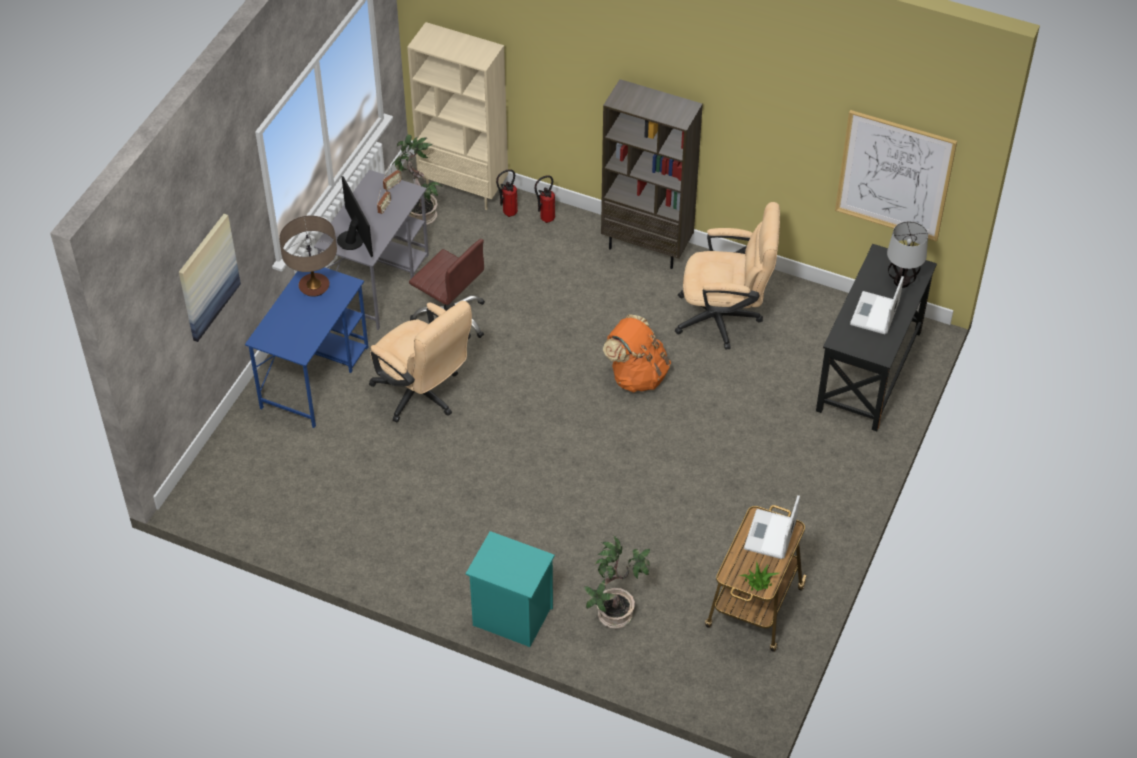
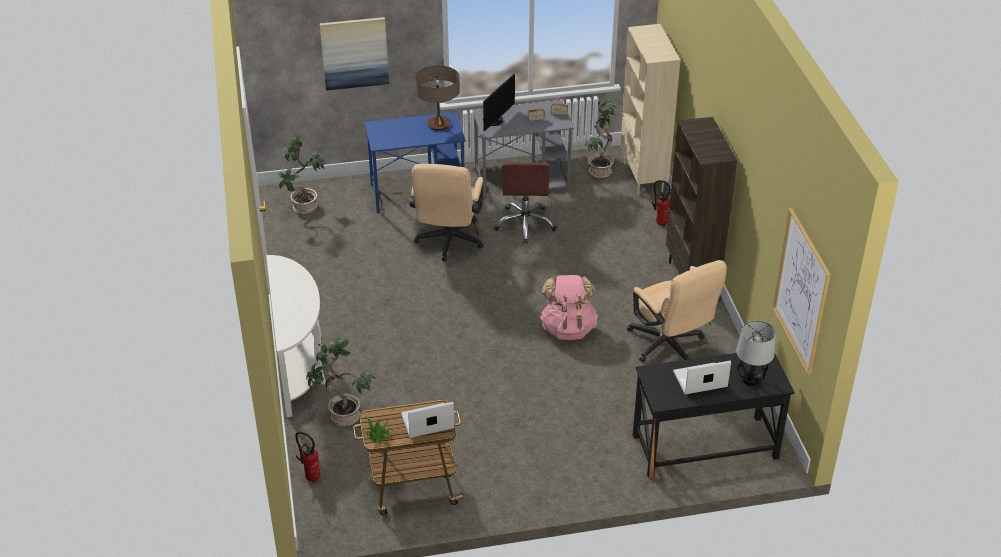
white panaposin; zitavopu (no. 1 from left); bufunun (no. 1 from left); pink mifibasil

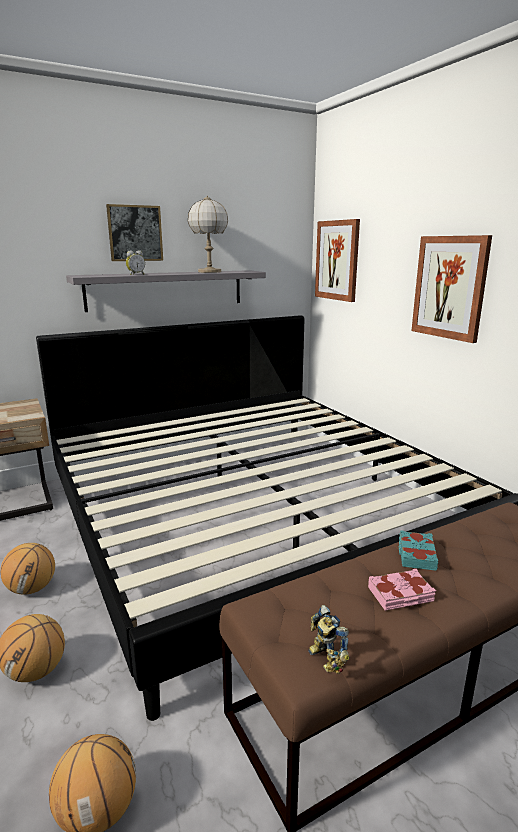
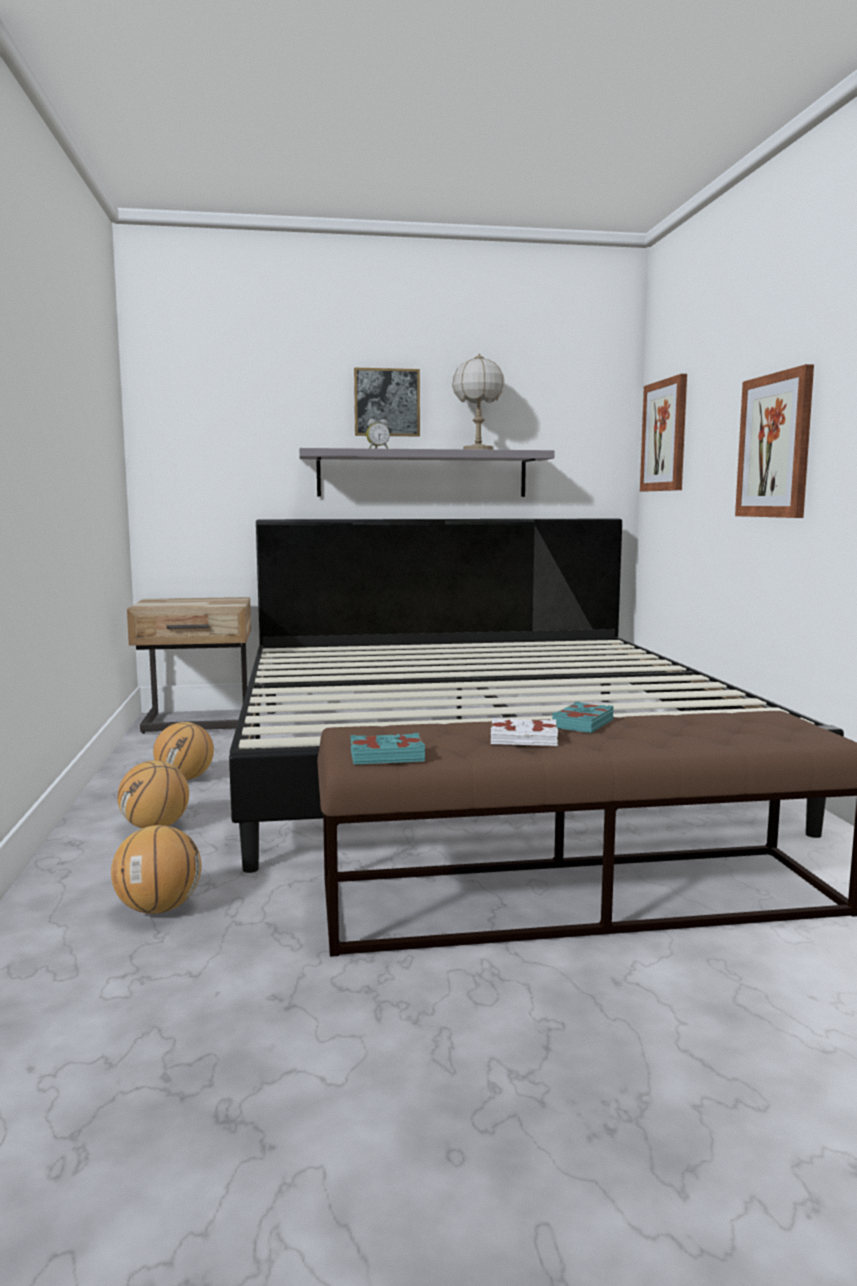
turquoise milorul (no. 1 from left); white milorul

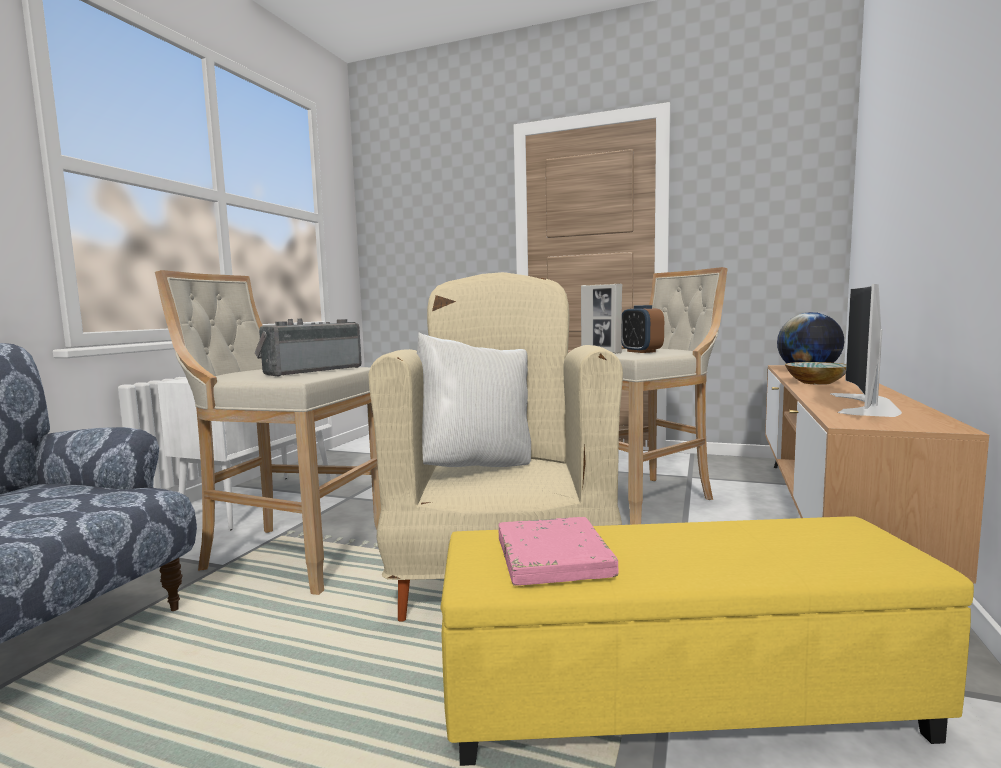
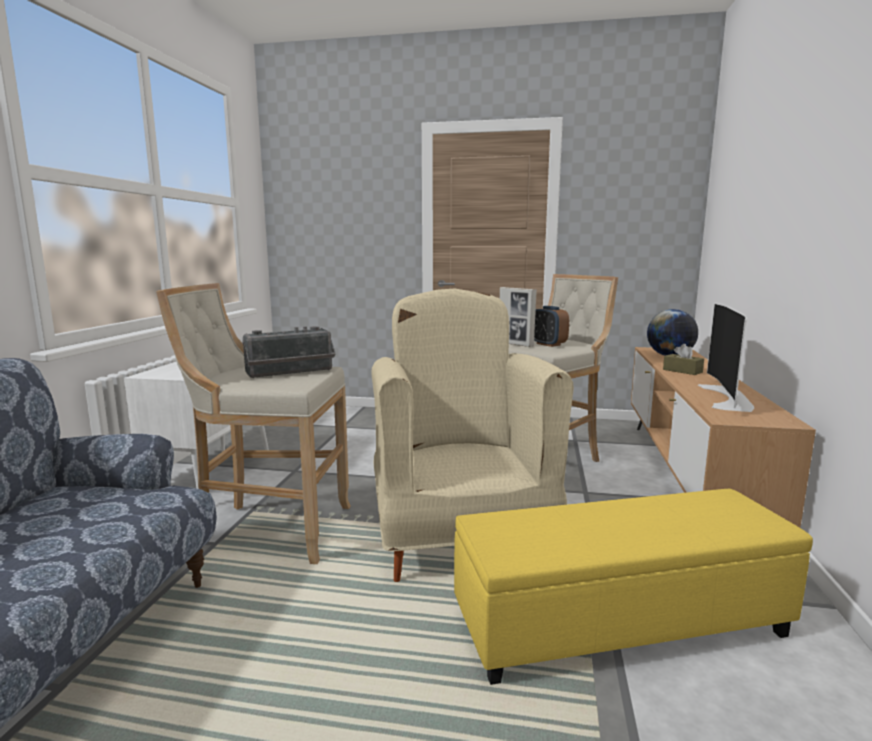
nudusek; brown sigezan; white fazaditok; pink milorul

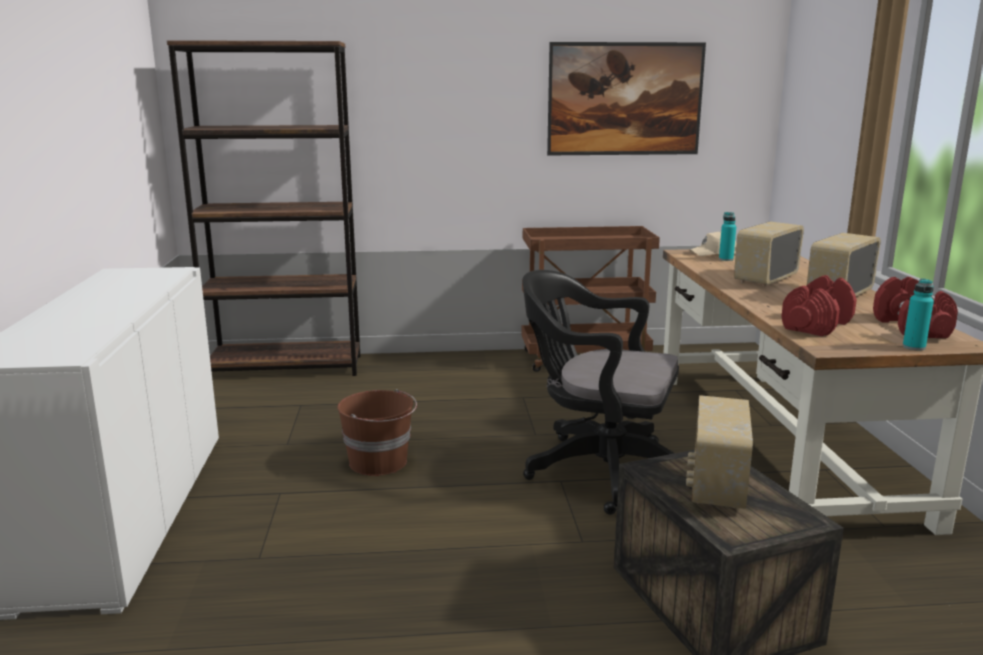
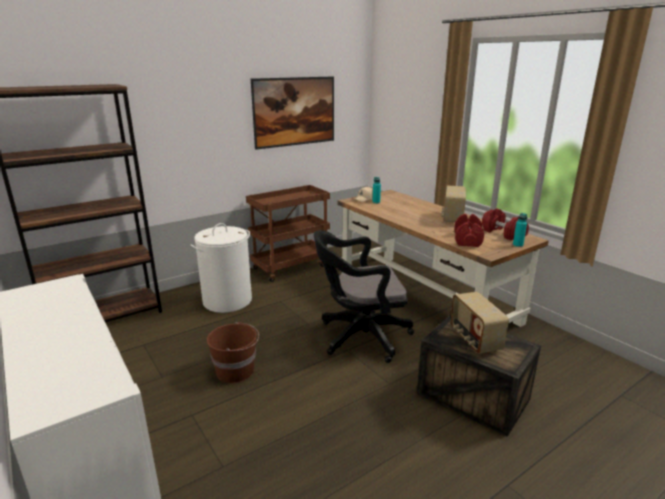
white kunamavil; nudusek (no. 2 from left in the first image)

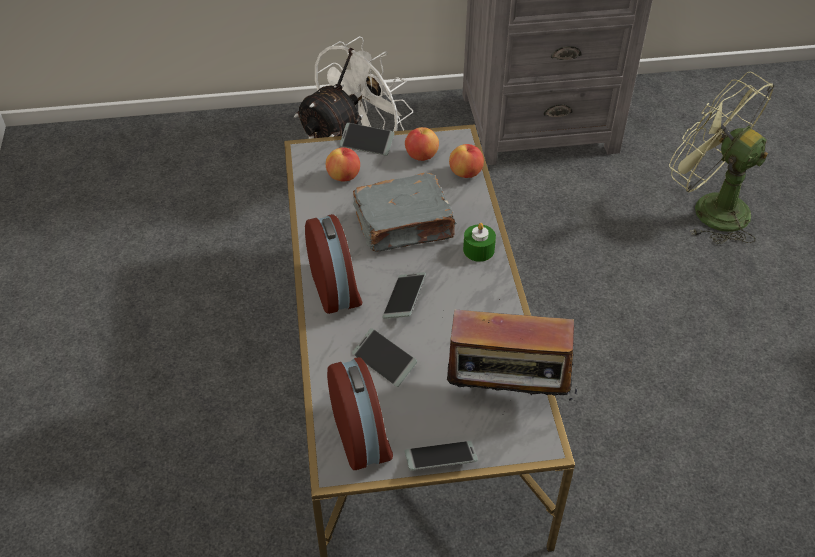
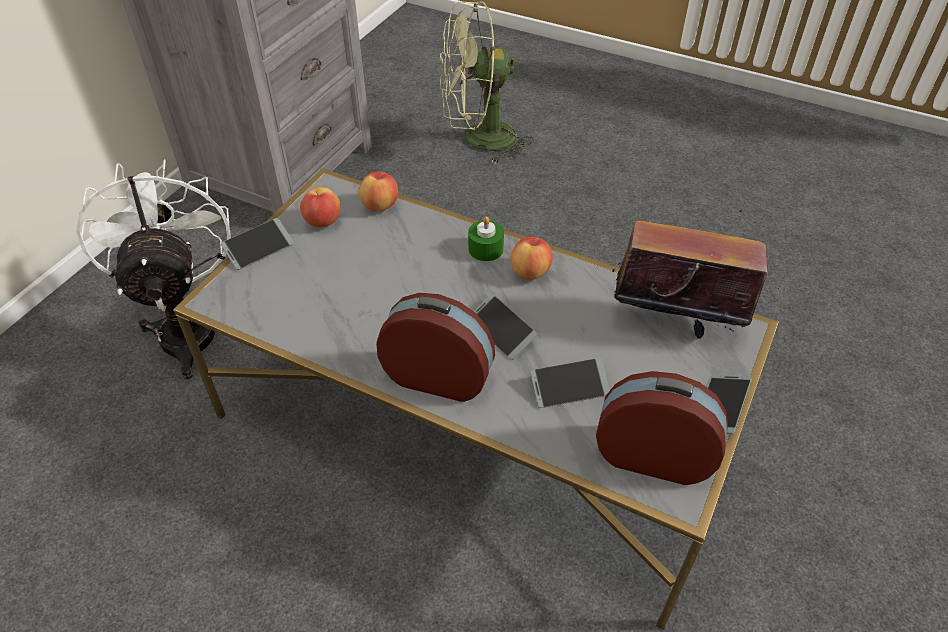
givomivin (no. 3 from left); nudusek; grey milorul

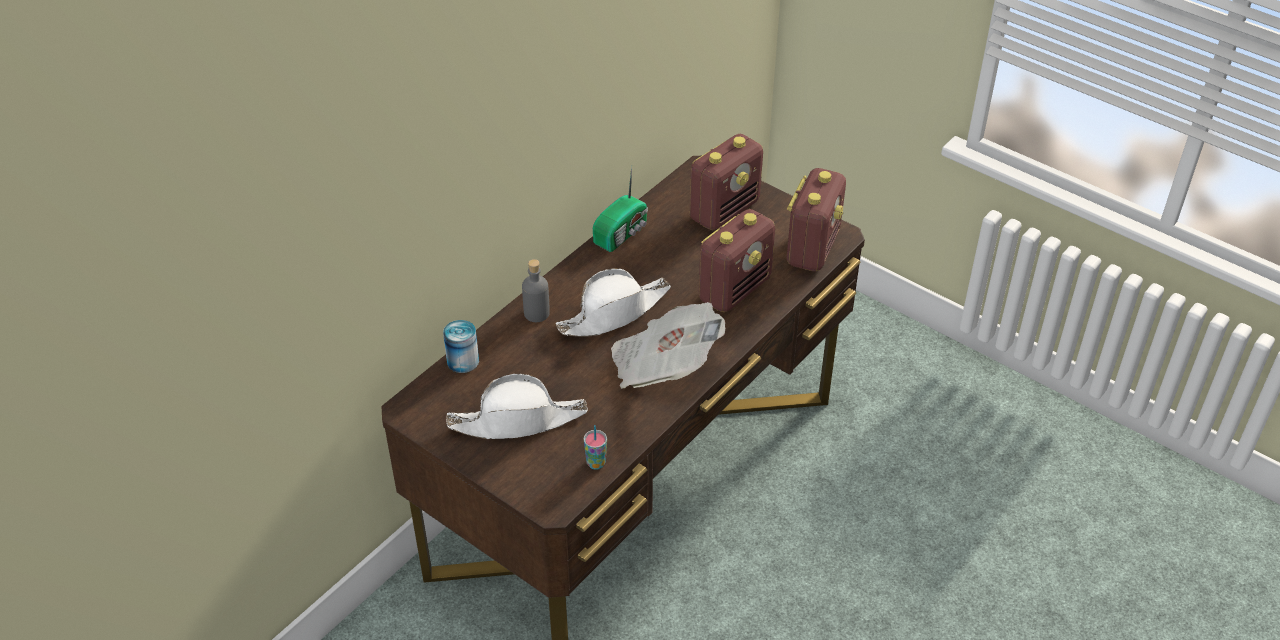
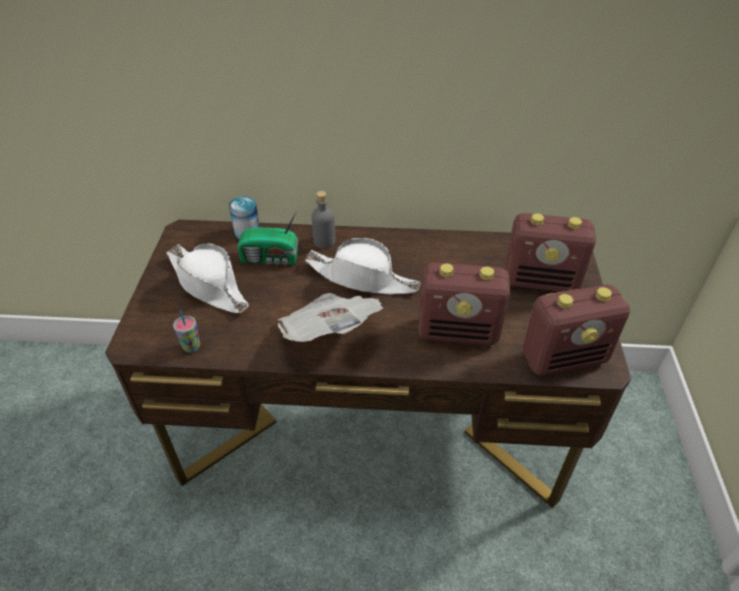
nudusek (no. 1 from left)

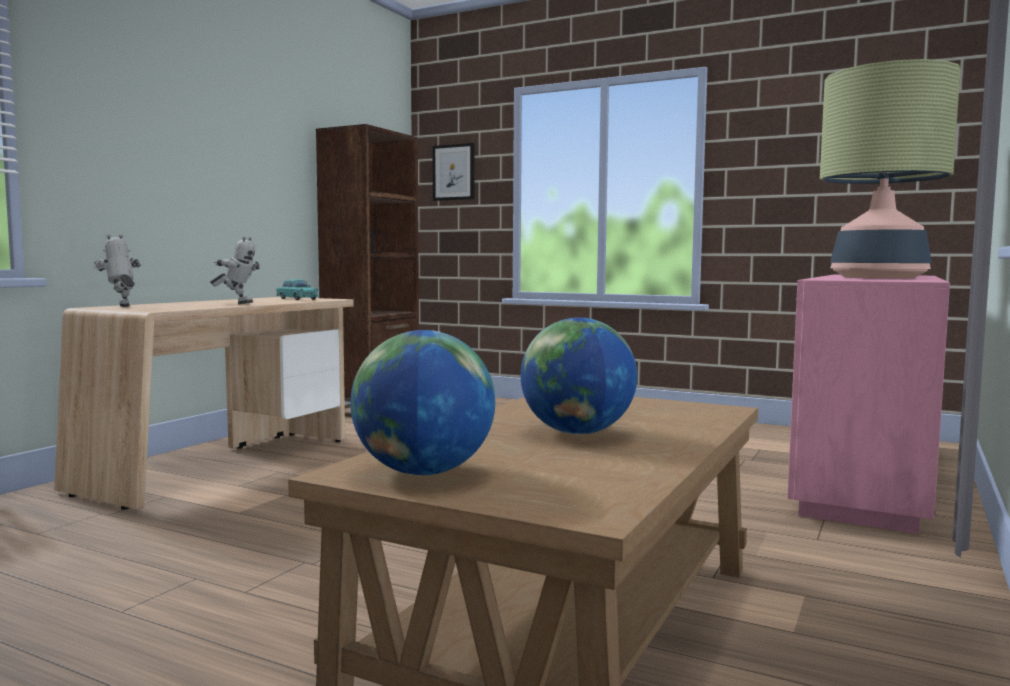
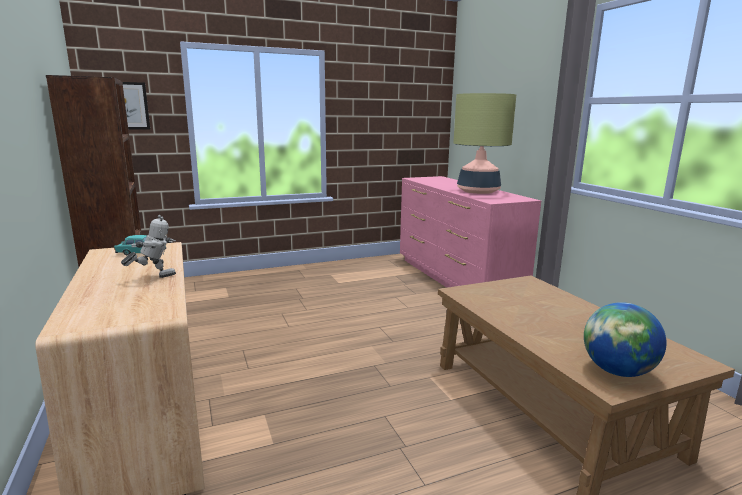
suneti (no. 1 from left in the first image); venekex (no. 2 from left in the first image)

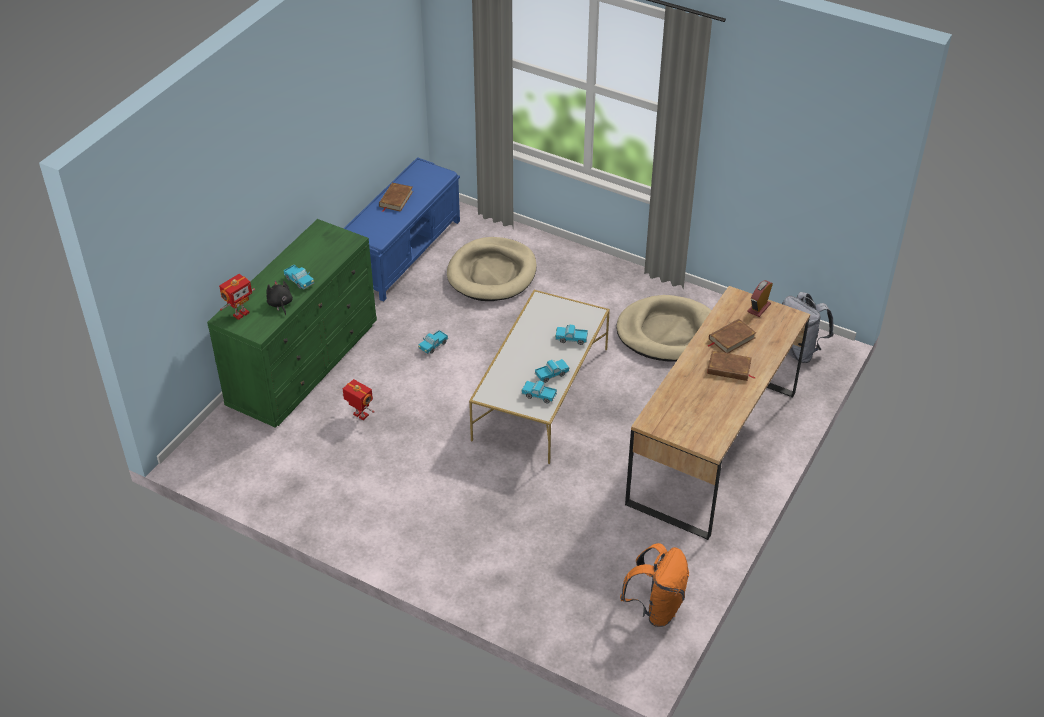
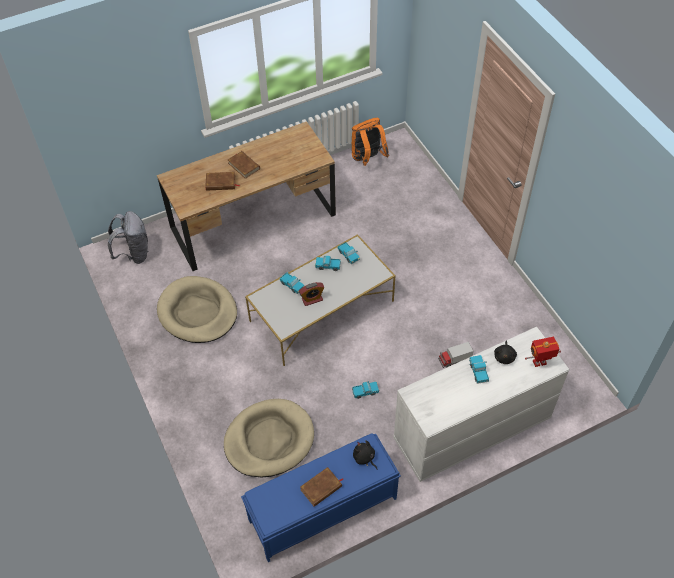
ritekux; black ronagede (no. 1 from left); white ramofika; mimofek (no. 5 from left)

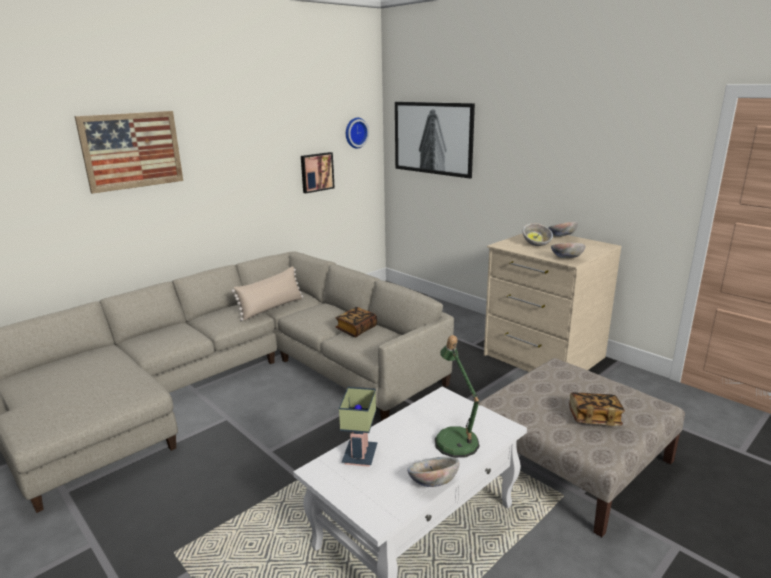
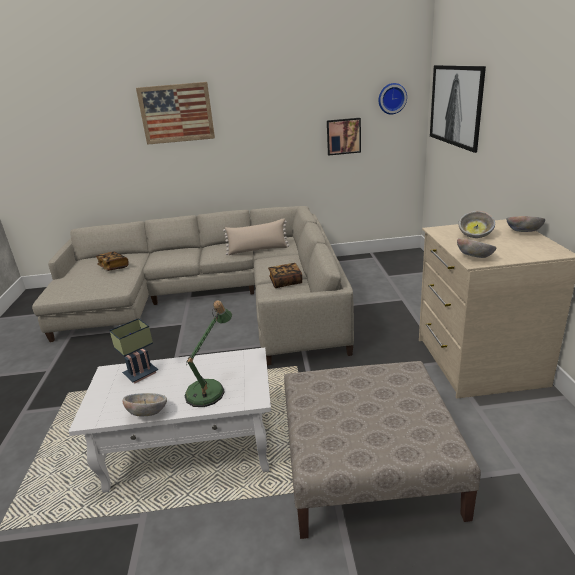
milorul (no. 1 from left)

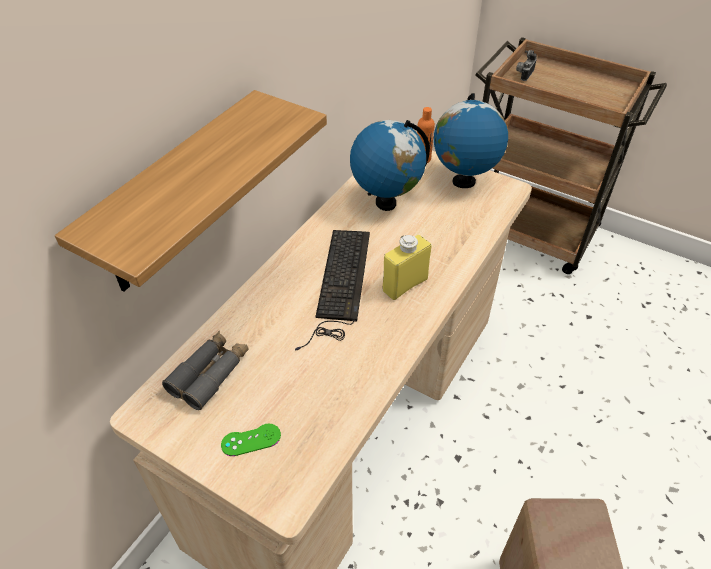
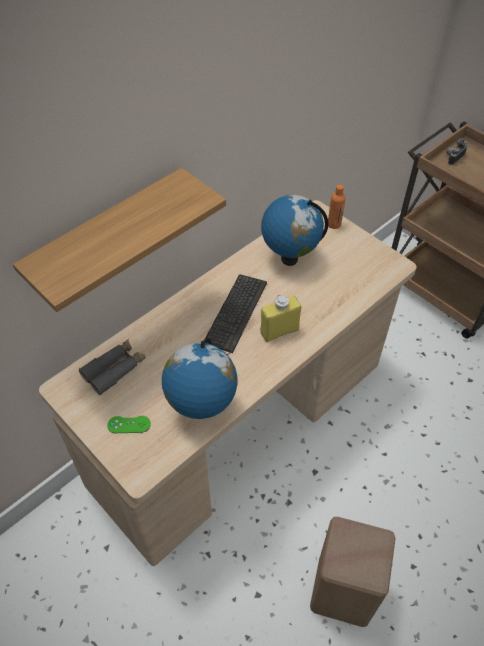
venekex (no. 1 from left)

